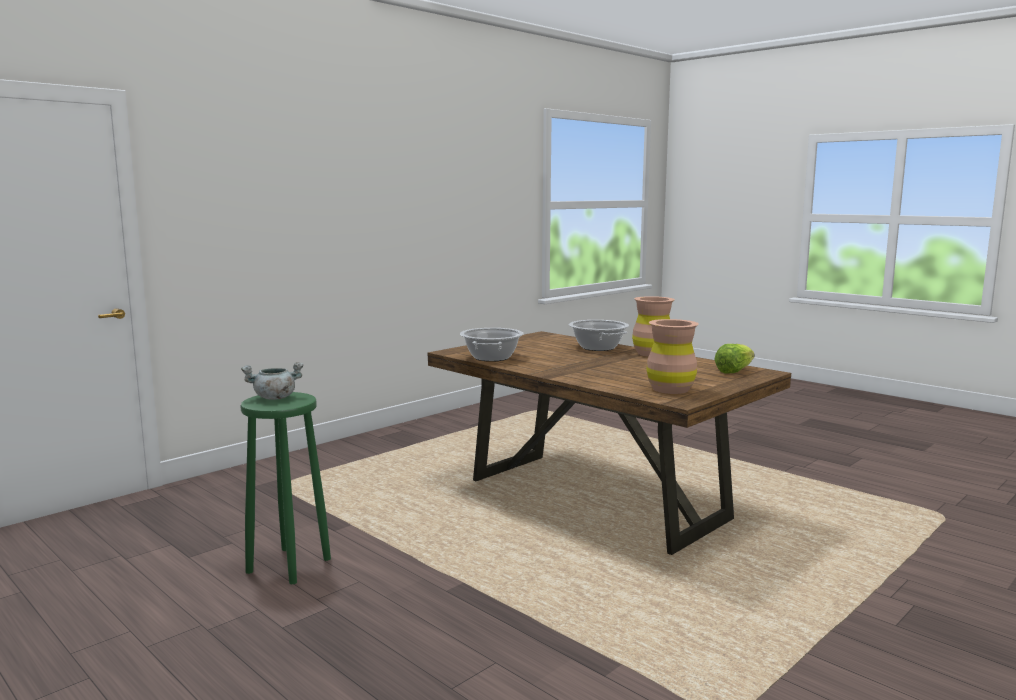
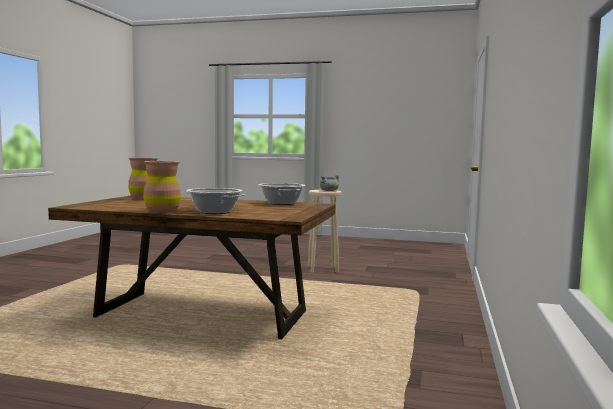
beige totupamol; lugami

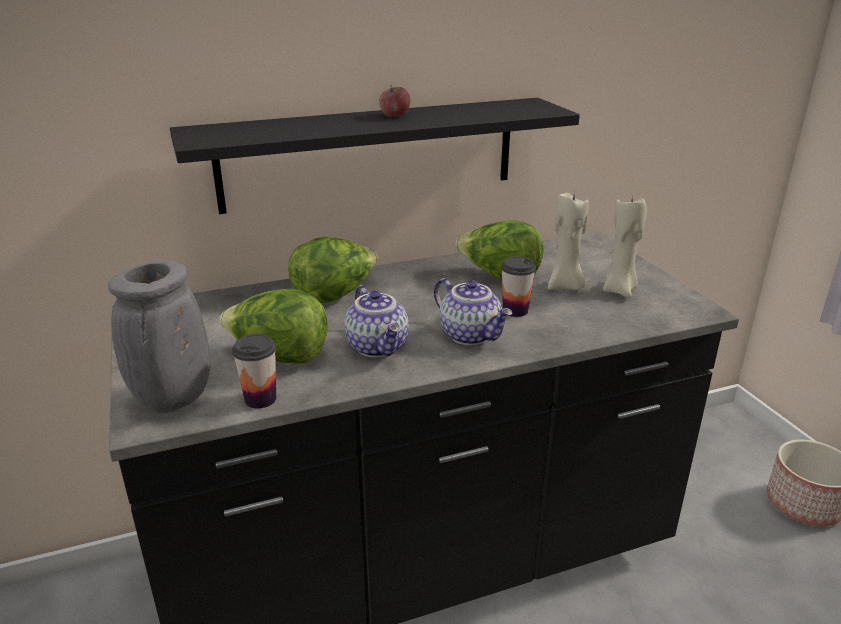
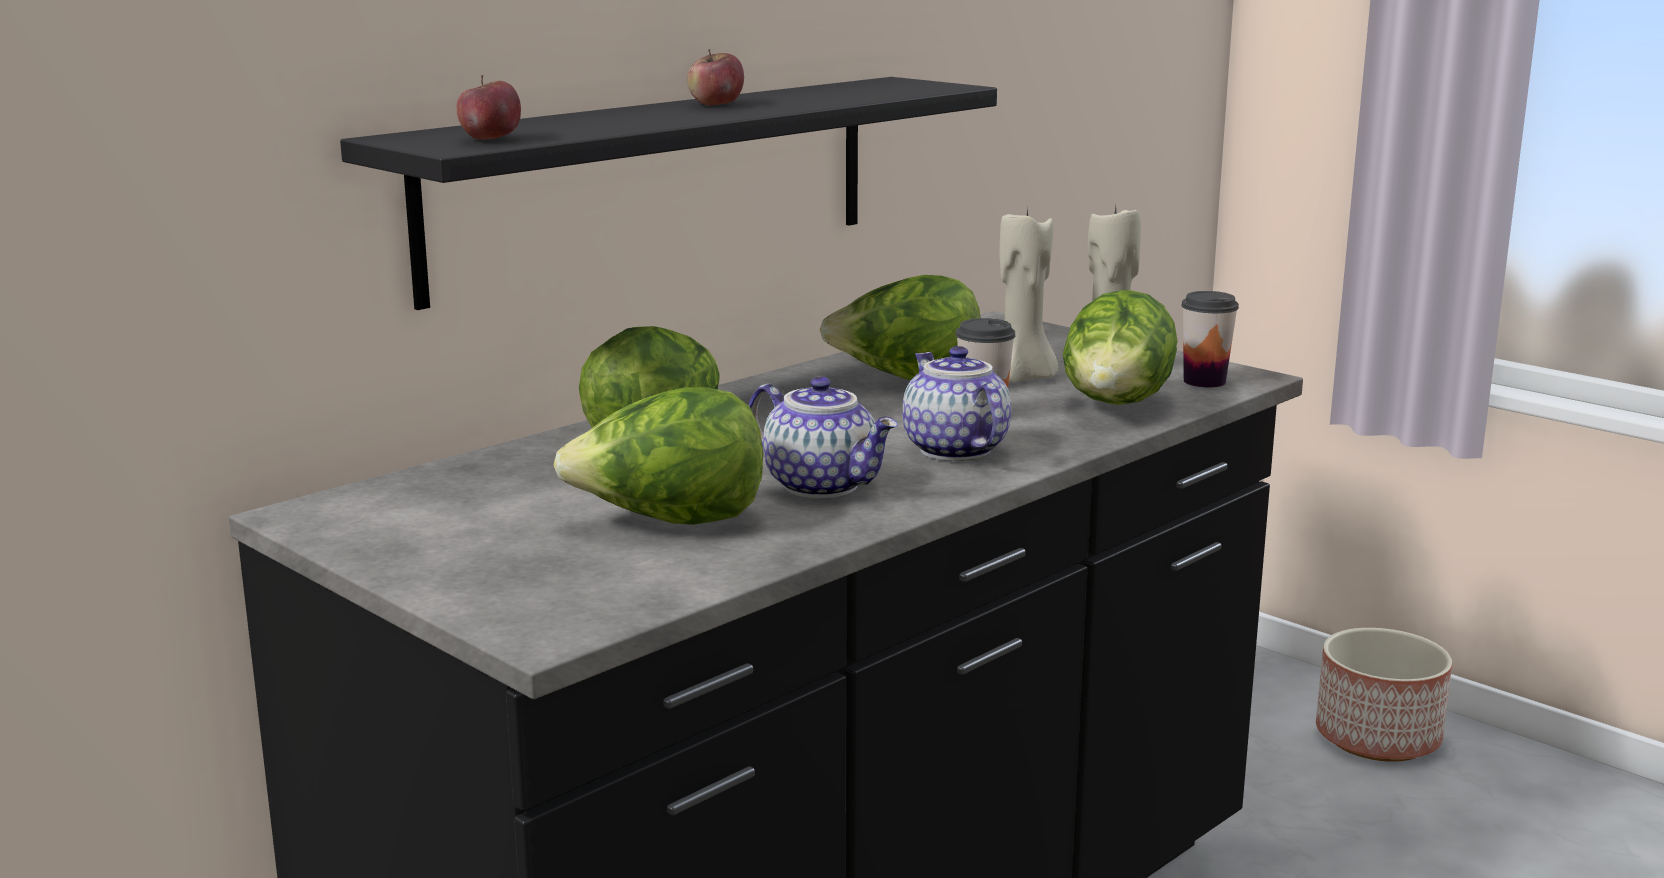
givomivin (no. 1 from left); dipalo (no. 2 from left); lugami (no. 4 from left); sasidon (no. 2 from left); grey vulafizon

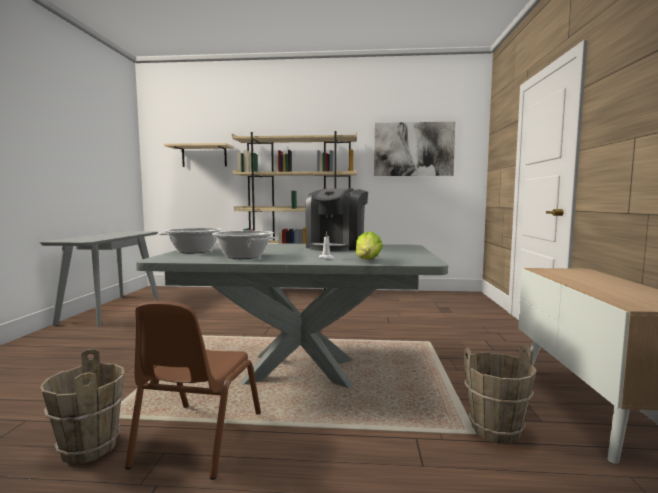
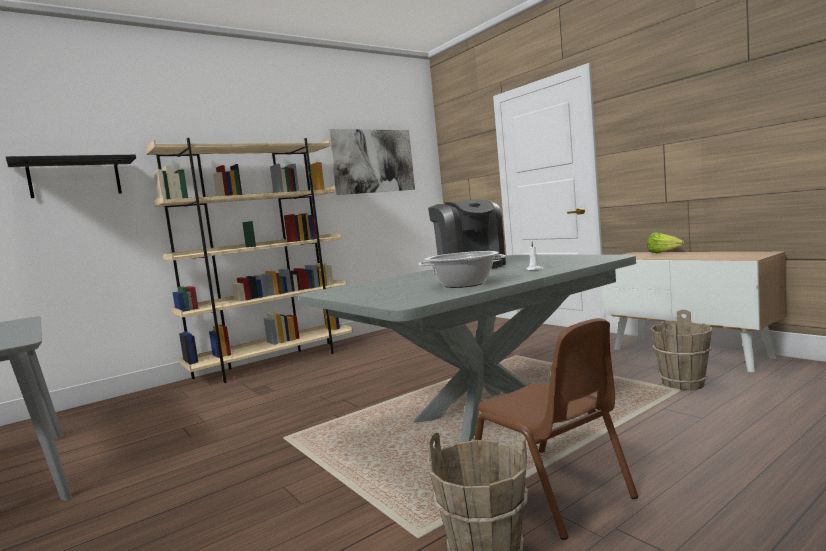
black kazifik; lugami; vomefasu (no. 1 from left in the first image)

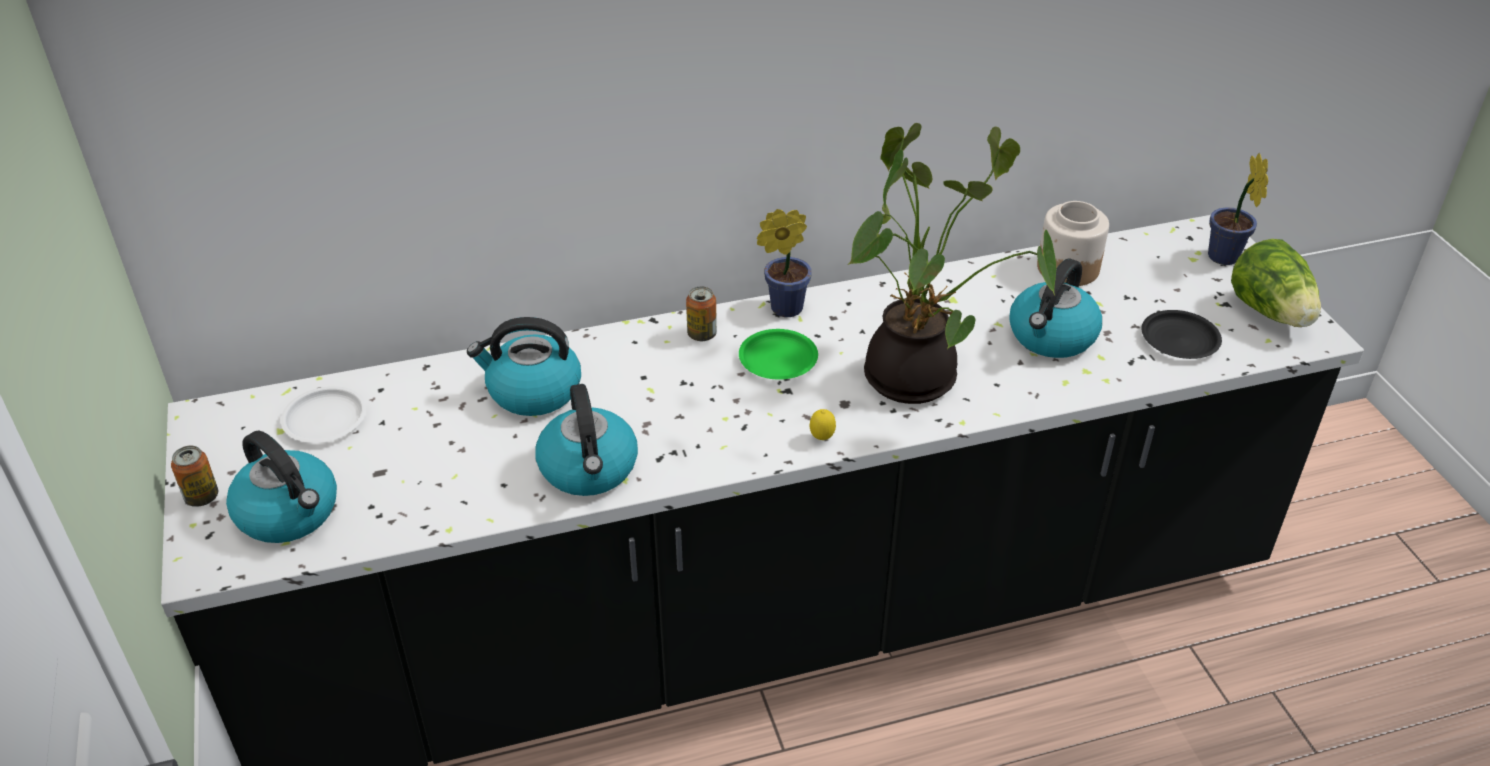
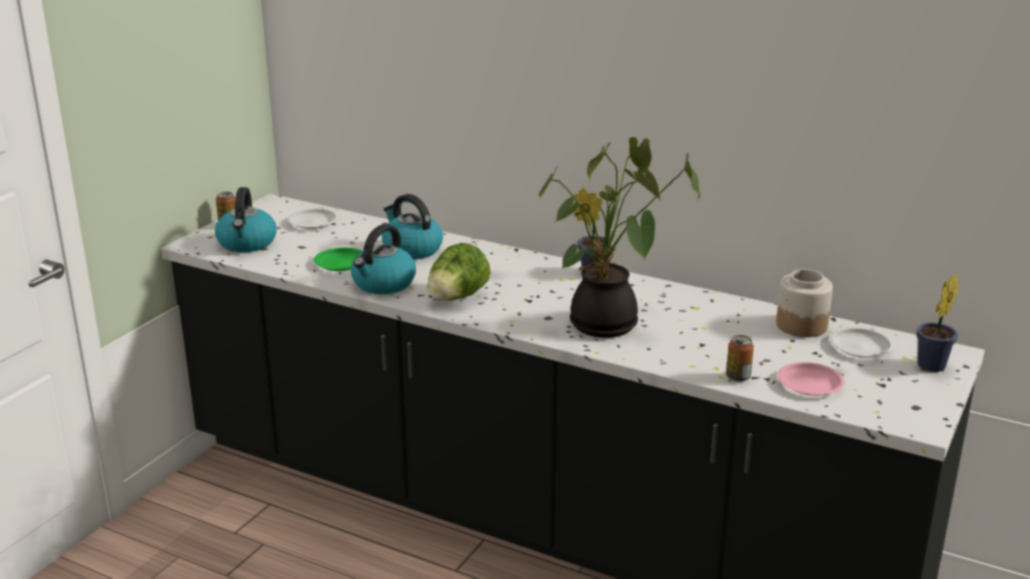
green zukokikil; lugami; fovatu (no. 2 from left); pink zukokikil; white zukokikil (no. 2 from left); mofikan; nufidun (no. 4 from left in the first image)

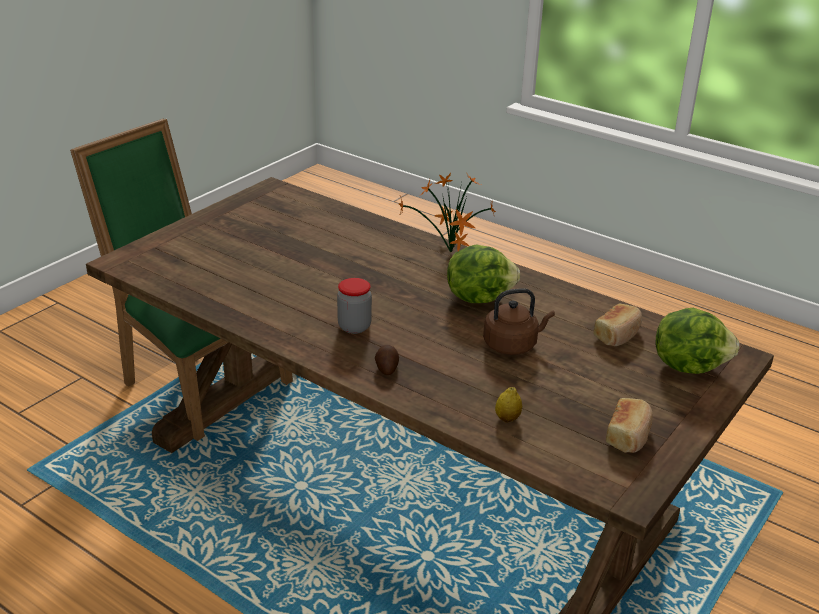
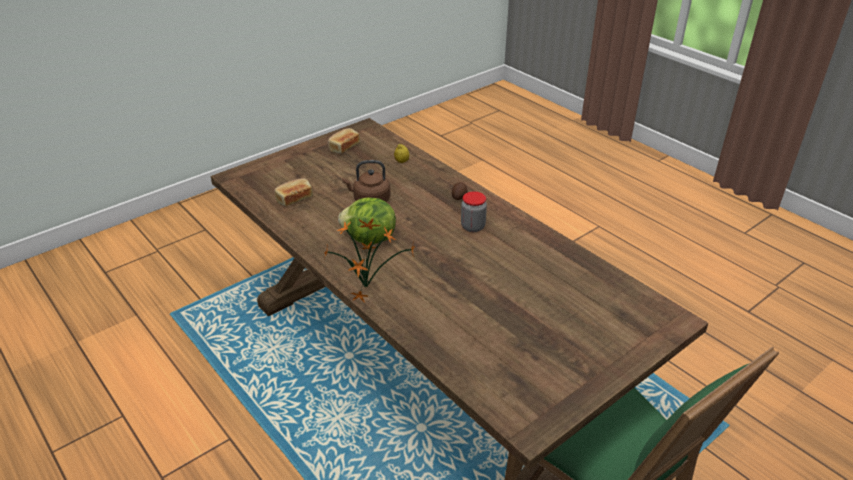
lugami (no. 2 from left in the first image)

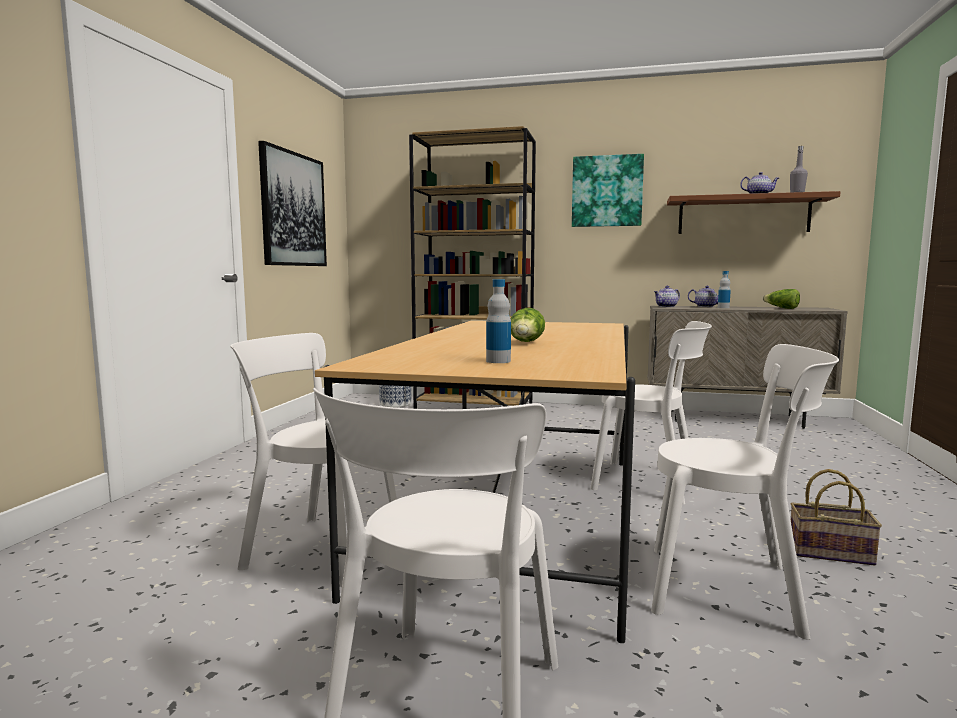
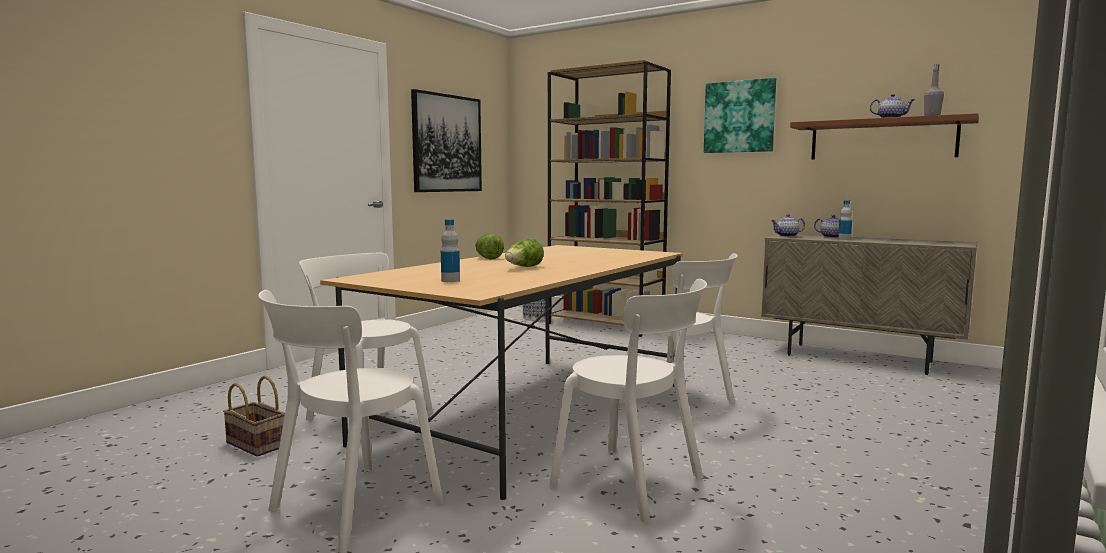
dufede; lugami (no. 1 from left)

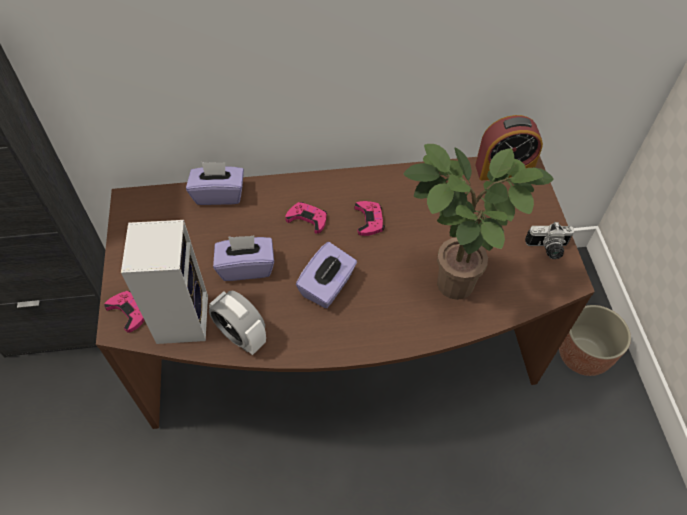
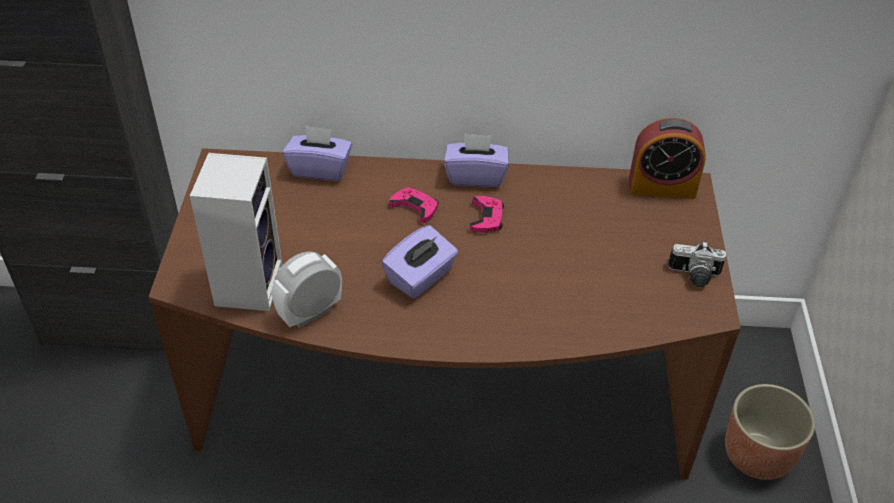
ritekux (no. 1 from left); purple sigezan (no. 3 from left); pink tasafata (no. 1 from left in the first image); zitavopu

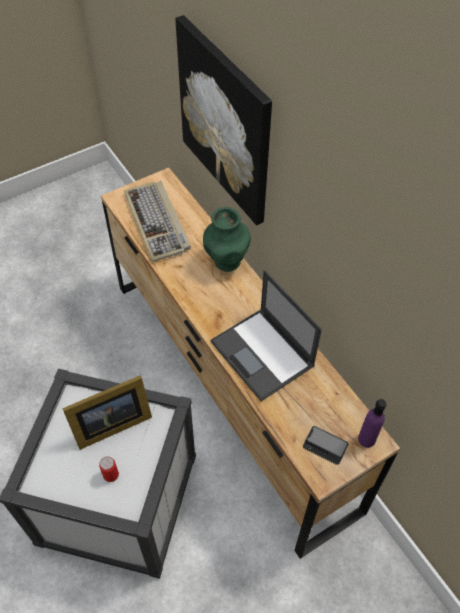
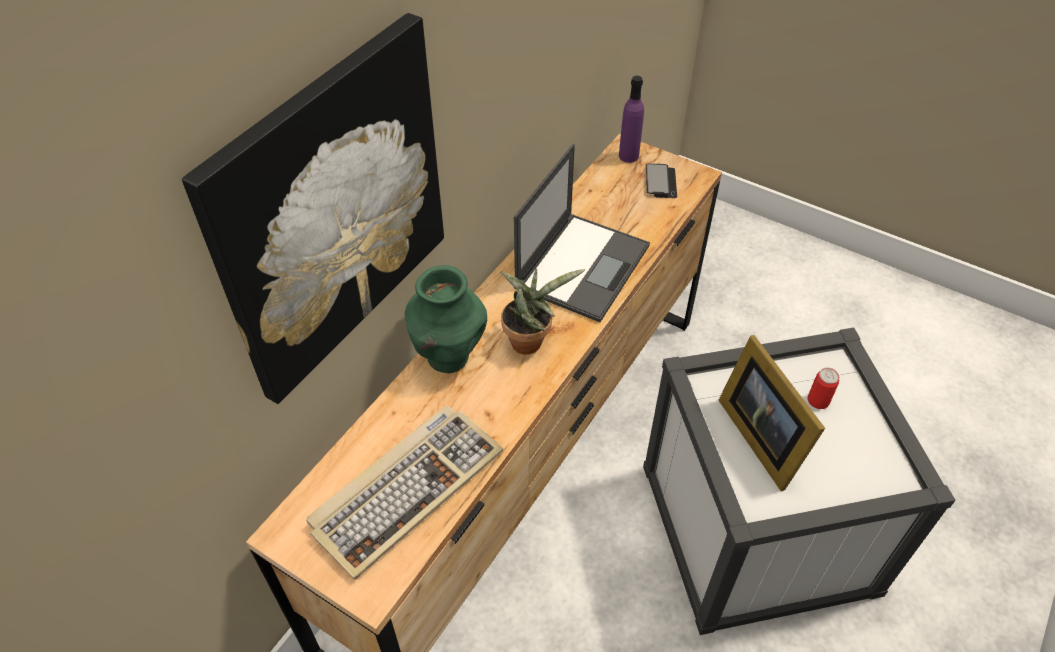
zitavopu; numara

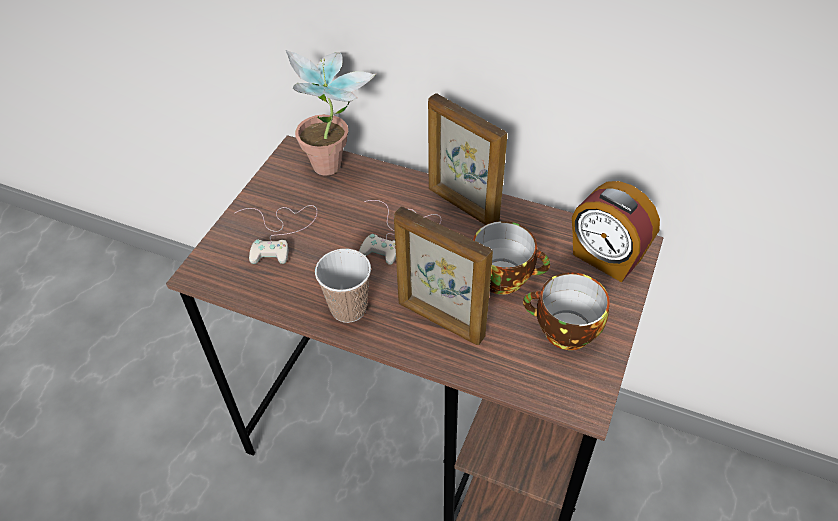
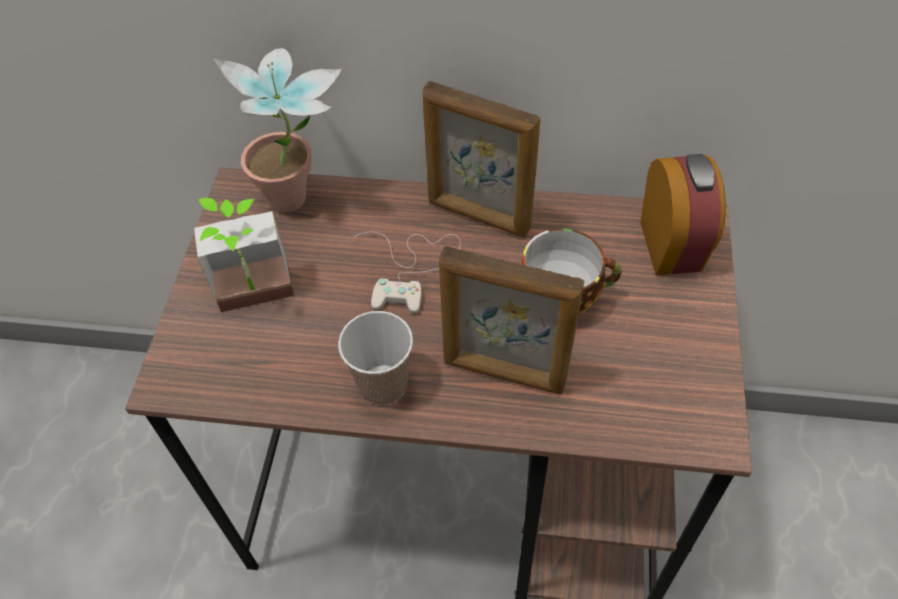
zitavopu (no. 1 from left); ritekux; sasidon (no. 3 from left in the first image)

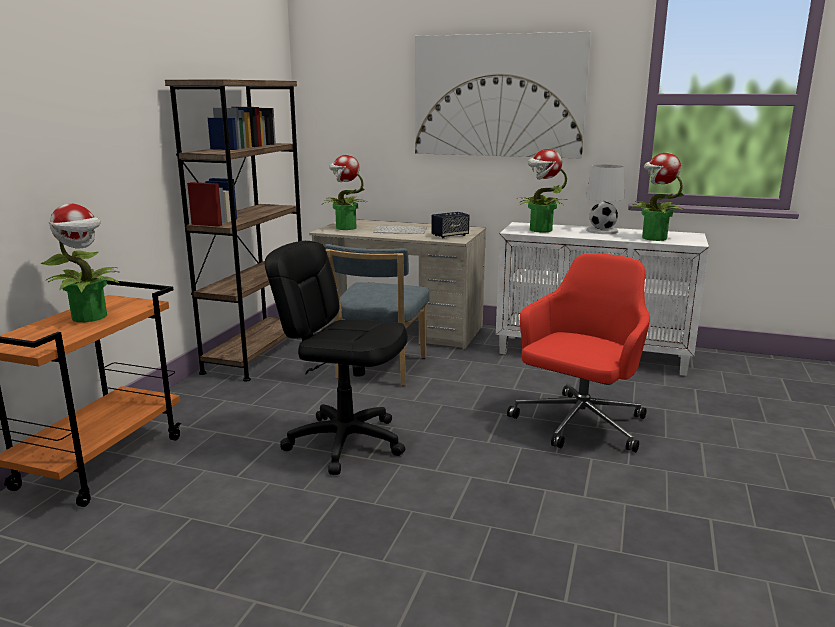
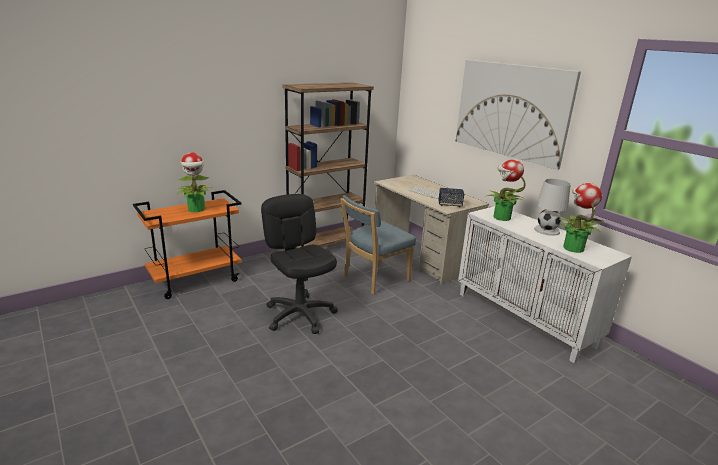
zitavopu (no. 2 from left in the first image); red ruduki

